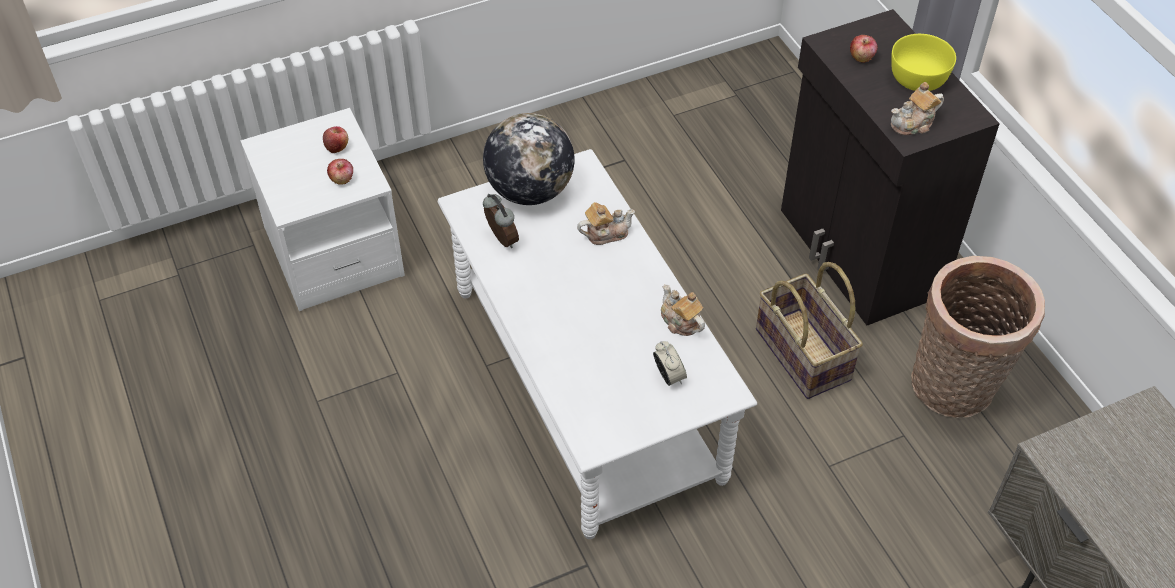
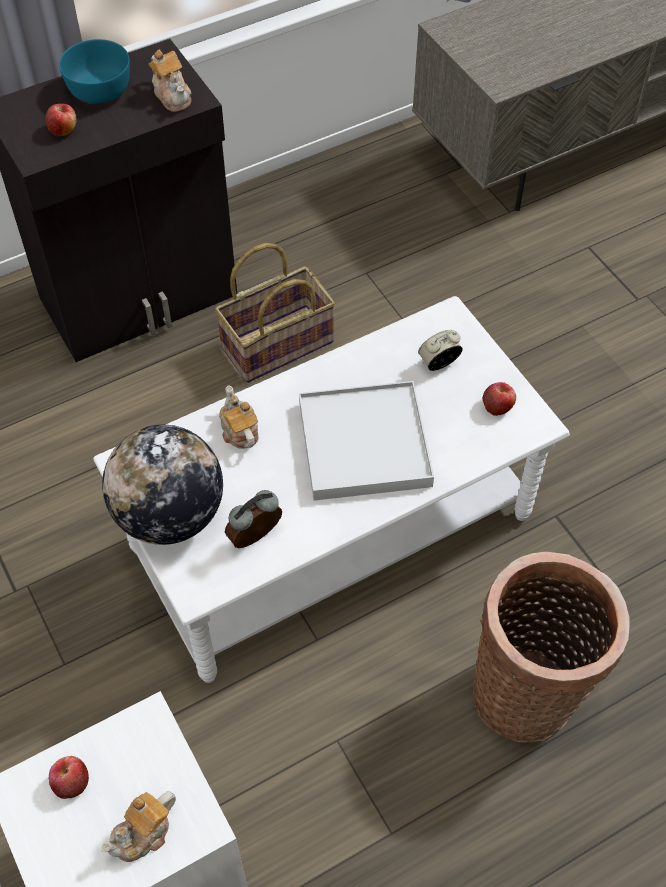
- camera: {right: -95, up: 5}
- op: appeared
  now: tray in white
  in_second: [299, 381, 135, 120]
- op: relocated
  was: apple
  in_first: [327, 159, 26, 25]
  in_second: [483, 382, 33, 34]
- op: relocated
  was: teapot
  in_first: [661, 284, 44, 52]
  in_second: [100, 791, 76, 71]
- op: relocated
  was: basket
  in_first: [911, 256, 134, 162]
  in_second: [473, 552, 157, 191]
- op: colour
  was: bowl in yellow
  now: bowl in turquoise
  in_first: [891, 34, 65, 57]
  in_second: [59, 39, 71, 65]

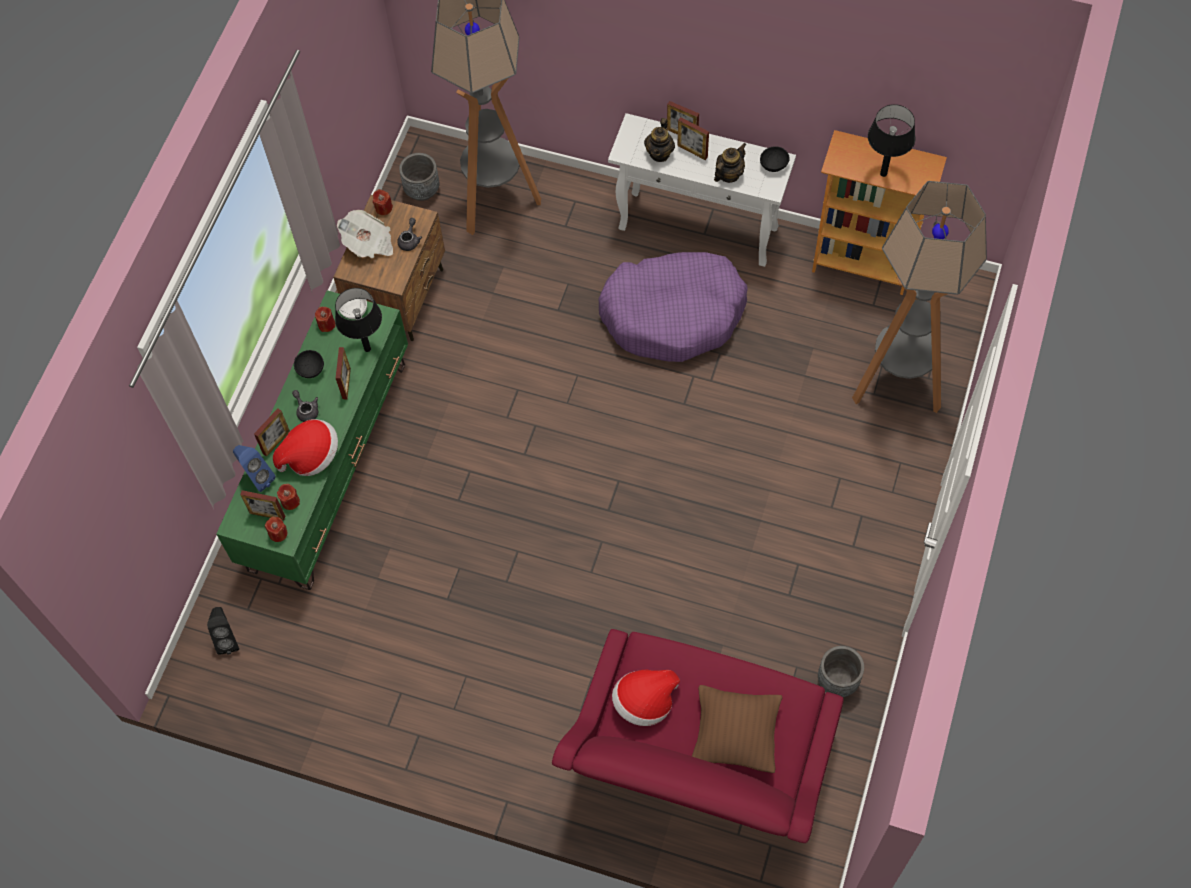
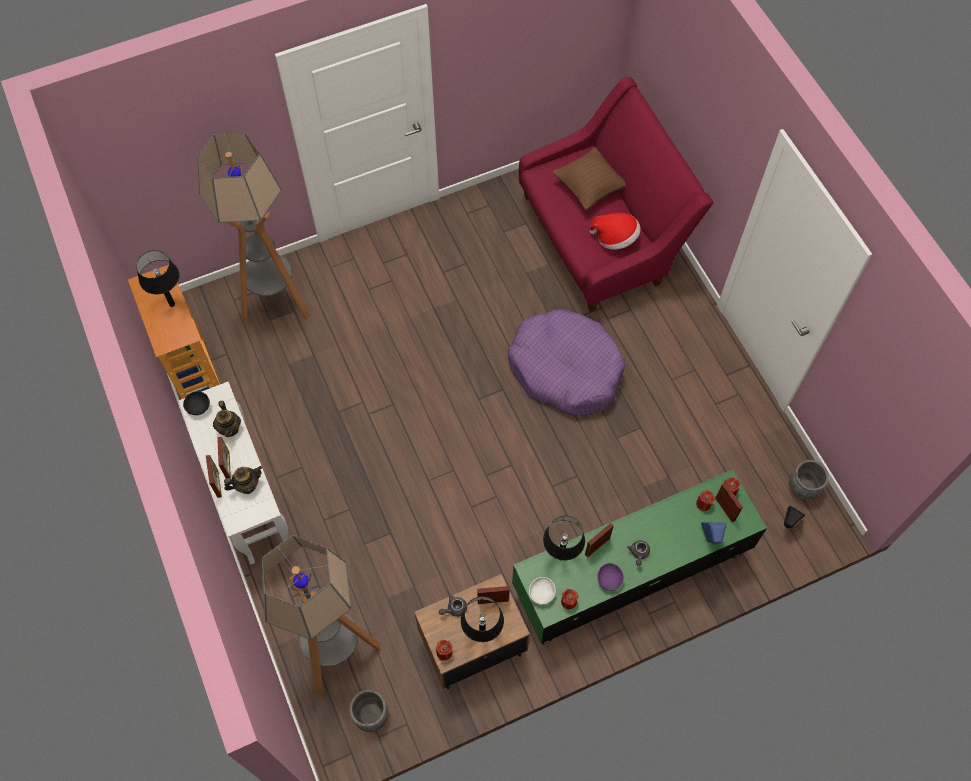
- camera: {right: -135, up: 0}
- op: missing
  was: hat
  in_first: [273, 419, 65, 57]
- op: relocated
  was: picture frame
  in_first: [254, 408, 36, 49]
  in_second: [477, 586, 32, 18]
- op: relocated
  was: dog bed in purple
  in_first: [598, 252, 150, 110]
  in_second: [508, 309, 118, 107]
- op: relocated
  was: planter in grey
  in_first: [818, 646, 46, 51]
  in_second: [789, 460, 40, 40]
- op: exchanged
  was: newspaper
  now: table lamp in black
  in_first: [337, 210, 56, 49]
  in_second: [461, 596, 43, 46]
- op: colour
  was: bowl in black
  now: bowl in purple
  in_first: [294, 350, 30, 28]
  in_second: [597, 563, 27, 28]
- op: spun
  was: teapot
  in_first: [714, 143, 33, 40]
  in_second: [213, 401, 28, 36]
  clockwise: -105

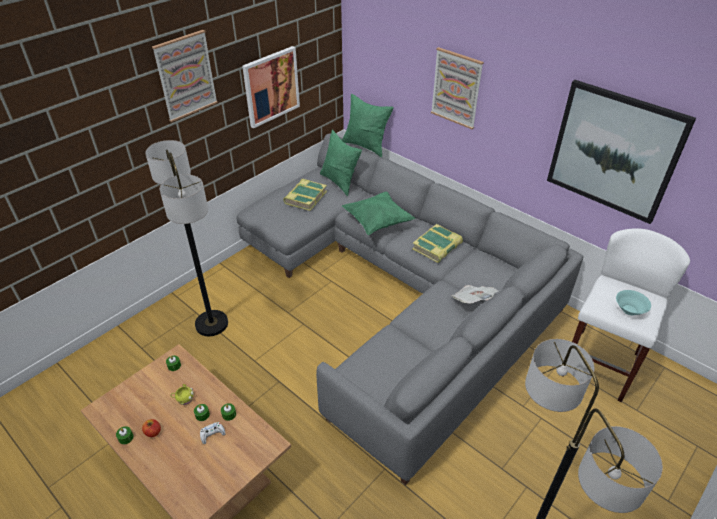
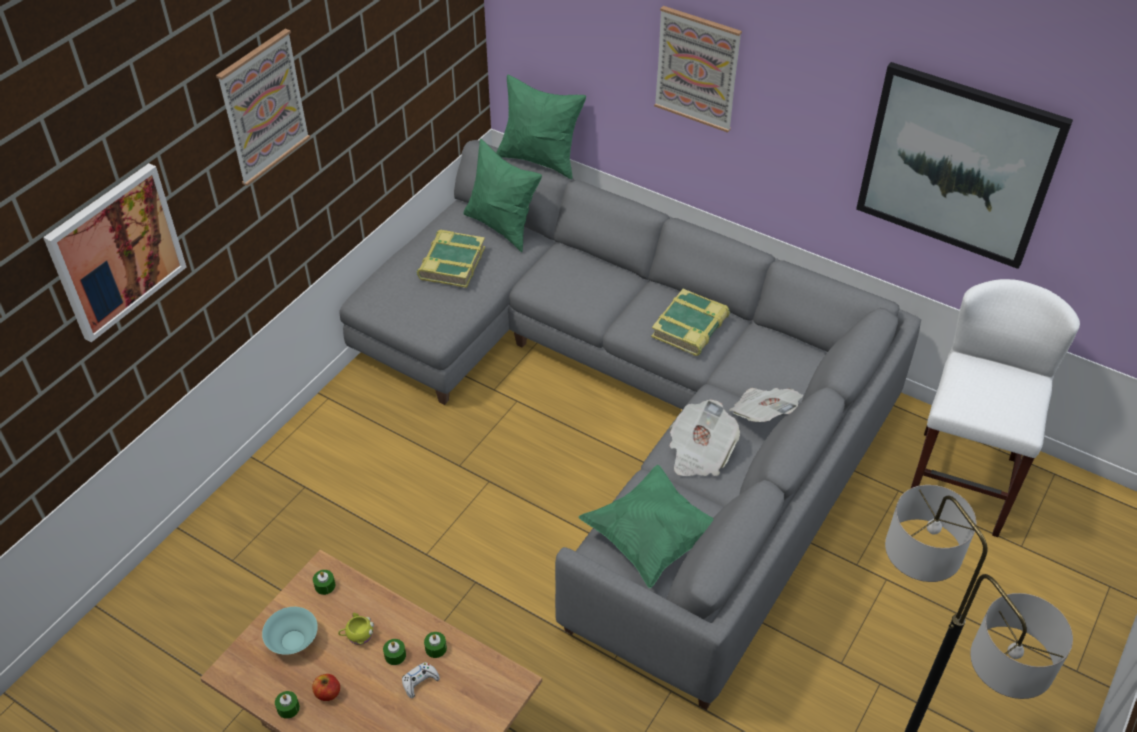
- camera: {right: -10, up: 5}
- op: missing
  was: floor lamp
  in_first: [145, 140, 83, 196]
- op: appeared
  now: newspaper
  in_second: [669, 400, 71, 76]
- op: relocated
  was: picture
  in_first: [242, 46, 58, 82]
  in_second: [43, 163, 144, 179]
- op: relocated
  was: pillow in green
  in_first: [342, 191, 74, 44]
  in_second: [579, 465, 135, 123]
- op: relocated
  was: bowl in turquoise
  in_first: [616, 290, 35, 25]
  in_second: [262, 607, 56, 48]

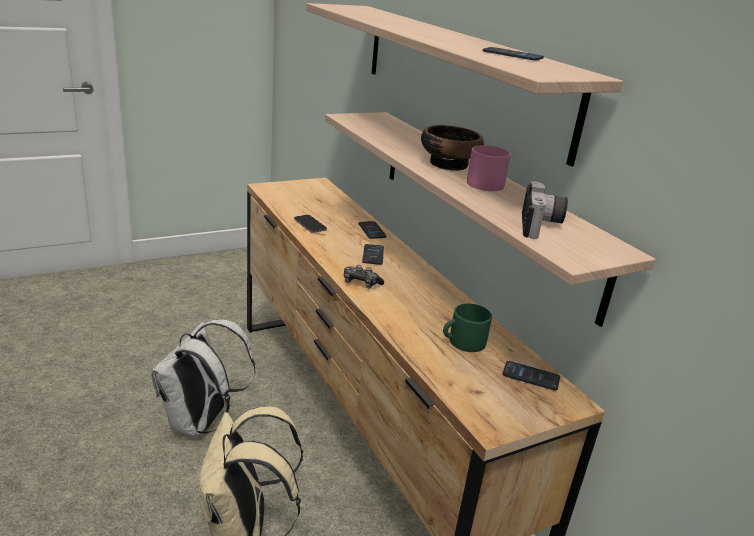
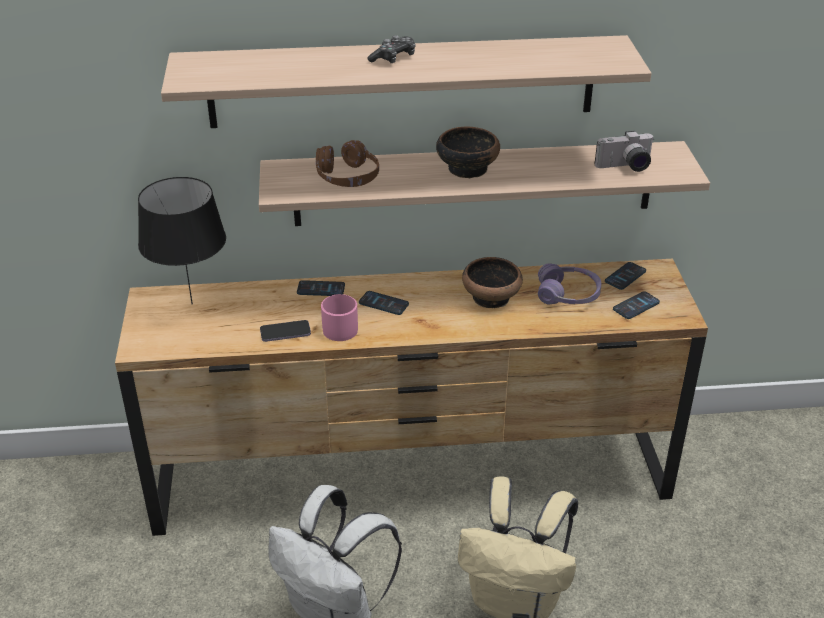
- camera: {right: -65, up: 10}
- op: appeared
  now: table lamp in black
  in_second: [138, 177, 88, 127]
- op: appeared
  now: headphones in brown
  in_second: [316, 140, 63, 47]
- op: appeared
  now: bowl
  in_second: [462, 257, 61, 51]
- op: relocated
  was: game controller
  in_first: [344, 265, 40, 23]
  in_second: [367, 35, 49, 28]
- op: relocated
  was: mug in pink
  in_first: [467, 145, 44, 46]
  in_second: [321, 294, 37, 47]
- op: relocated
  was: phone
  in_first: [483, 47, 61, 14]
  in_second: [613, 291, 47, 28]
- op: exchanged
  was: mug in green
  now: headphones in purple
  in_first: [443, 304, 49, 48]
  in_second: [538, 263, 63, 41]
- op: spun
  was: photo camera
  in_first: [522, 182, 46, 57]
  in_second: [595, 131, 59, 41]
  clockwise: 135

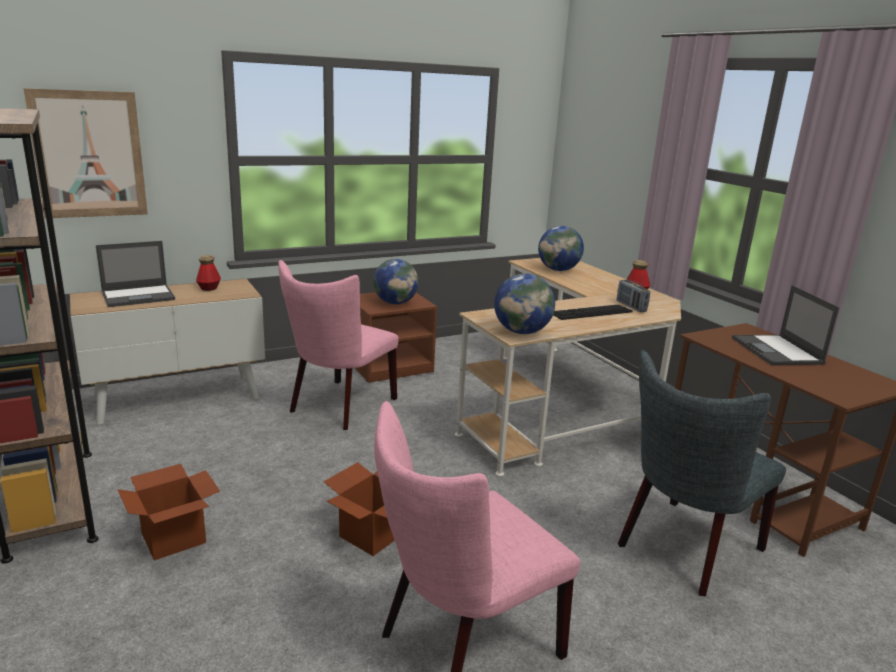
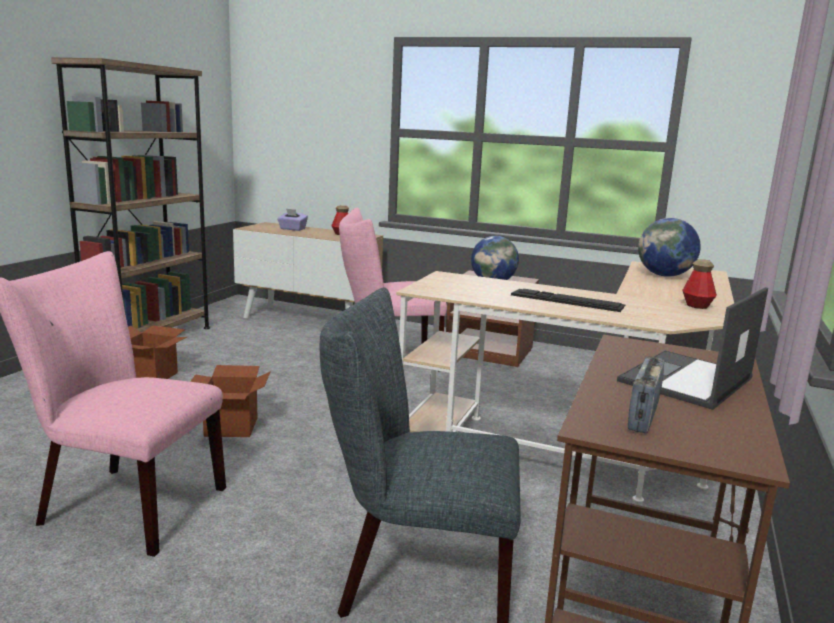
- camera: {right: 50, up: -5}
- op: missing
  was: picture
  in_first: [24, 88, 124, 131]
- op: missing
  was: globe
  in_first: [494, 273, 61, 61]
- op: relocated
  was: radio
  in_first: [617, 280, 33, 32]
  in_second: [628, 356, 37, 77]
- op: exchanged
  was: laptop
  now: tissue box in purple
  in_first: [96, 241, 79, 66]
  in_second: [277, 208, 31, 23]

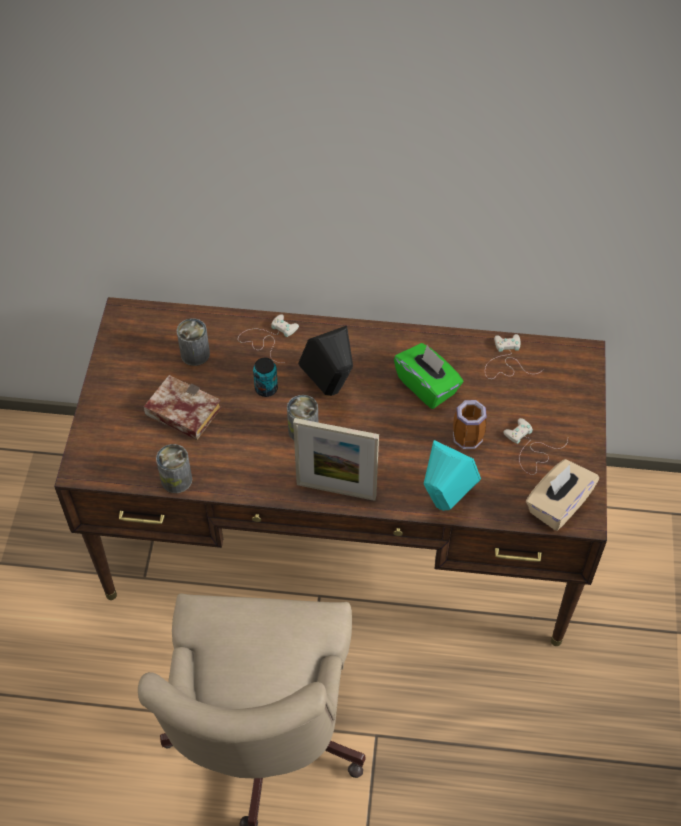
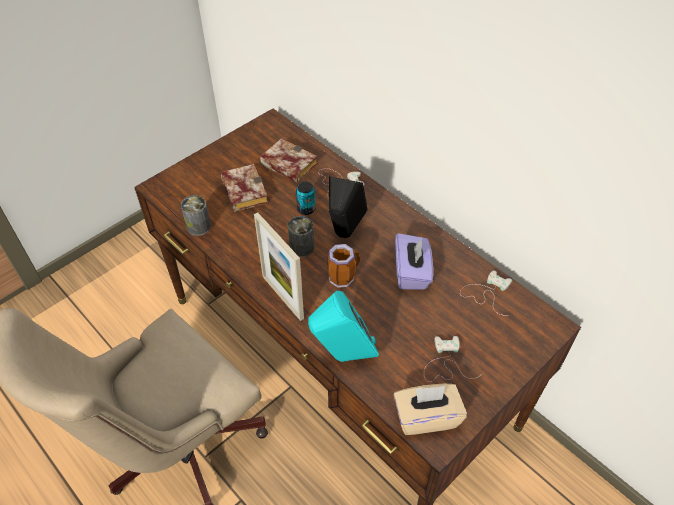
- camera: {right: 40, up: -5}
- op: relocated
  was: mug
  in_first: [453, 400, 34, 49]
  in_second: [328, 244, 32, 44]
- op: exchanged
  was: can
  now: book
  in_first: [177, 318, 33, 48]
  in_second: [260, 139, 57, 44]
- op: colour
  was: tissue box in green
  now: tissue box in purple
  in_first: [394, 343, 70, 66]
  in_second: [395, 233, 38, 56]

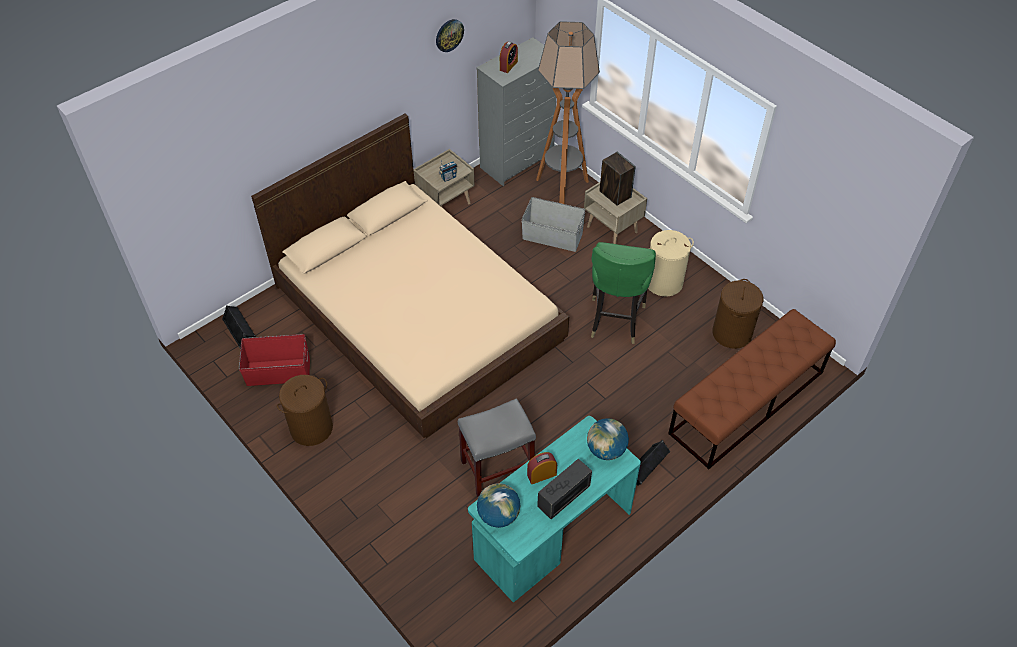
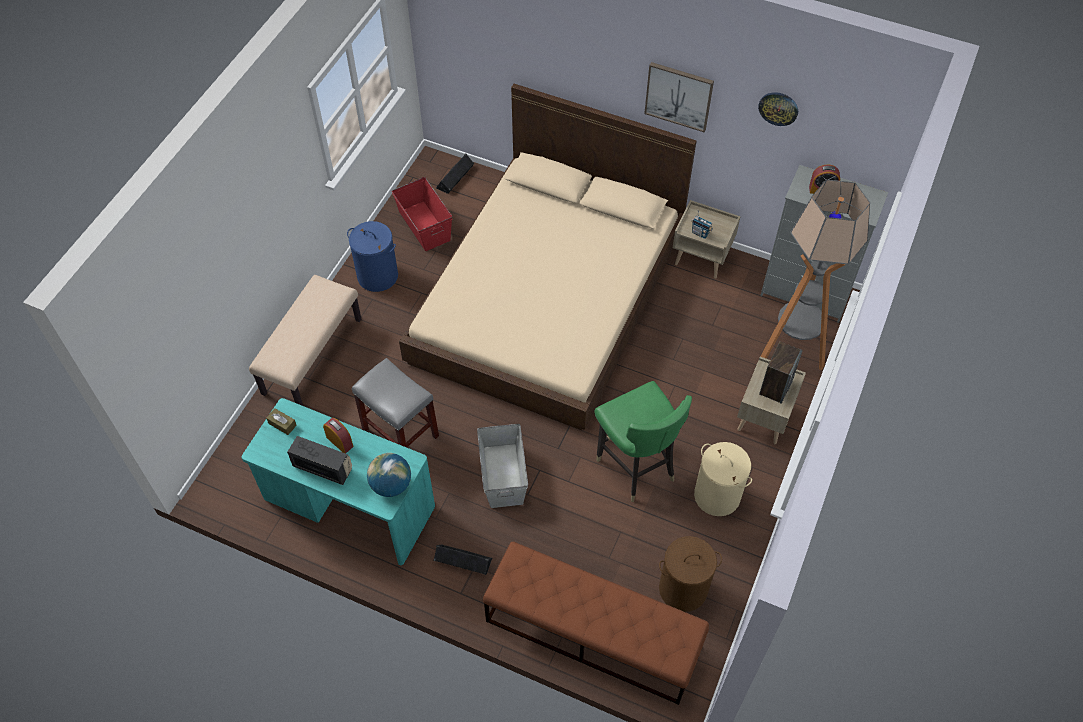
- camera: {right: 65, up: 5}
- op: appeared
  now: bench in beige
  in_second: [249, 275, 112, 131]
- op: appeared
  now: picture
  in_second: [644, 62, 70, 70]
- op: relocated
  was: storage box in grey
  in_first: [521, 197, 65, 55]
  in_second: [477, 424, 51, 84]
- op: exchanged
  was: globe
  now: tissue box in brown
  in_first: [477, 483, 43, 45]
  in_second: [266, 408, 31, 27]
- op: colour
  was: laundry basket in brown
  now: laundry basket in blue
  in_first: [277, 375, 56, 71]
  in_second: [347, 221, 51, 71]
- op: spun
  was: chair in green
  in_first: [591, 242, 65, 102]
  in_second: [594, 381, 98, 121]
  clockwise: -105

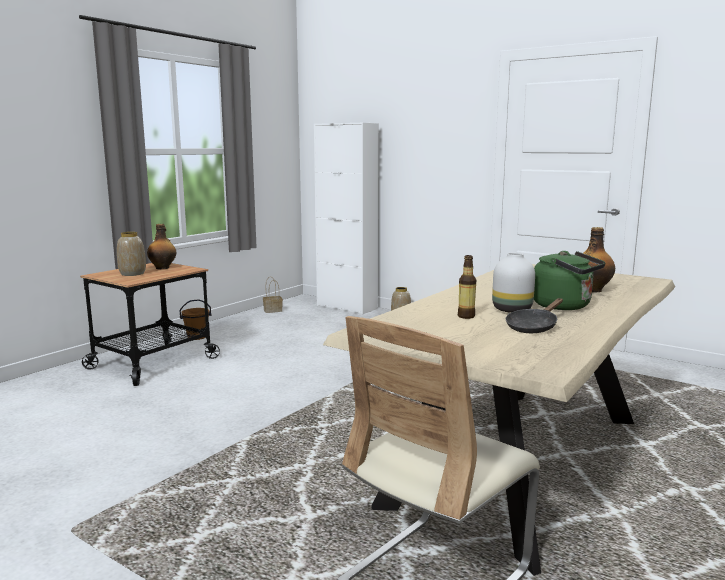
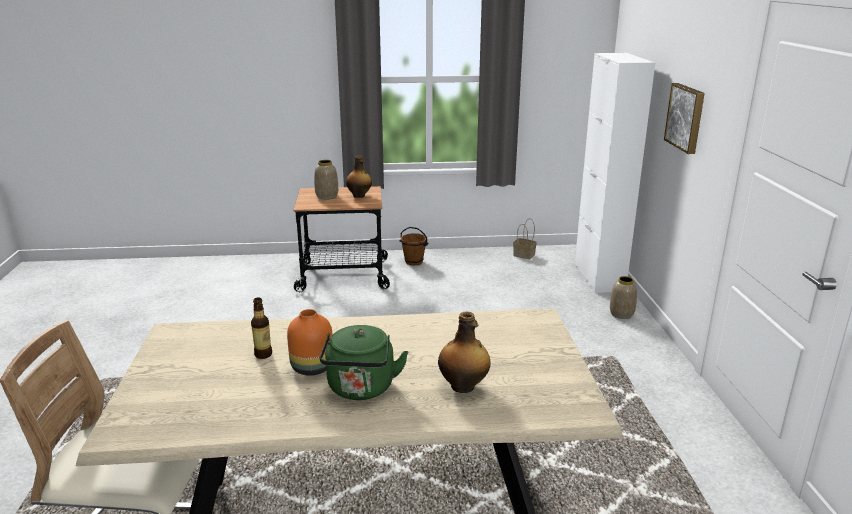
- camera: {right: 50, up: 10}
- op: missing
  was: frying pan in black
  in_first: [506, 298, 57, 35]
- op: appeared
  now: picture
  in_second: [664, 83, 41, 71]
- op: colour
  was: vase in white
  now: vase in orange
  in_first: [492, 253, 43, 60]
  in_second: [287, 309, 46, 67]

